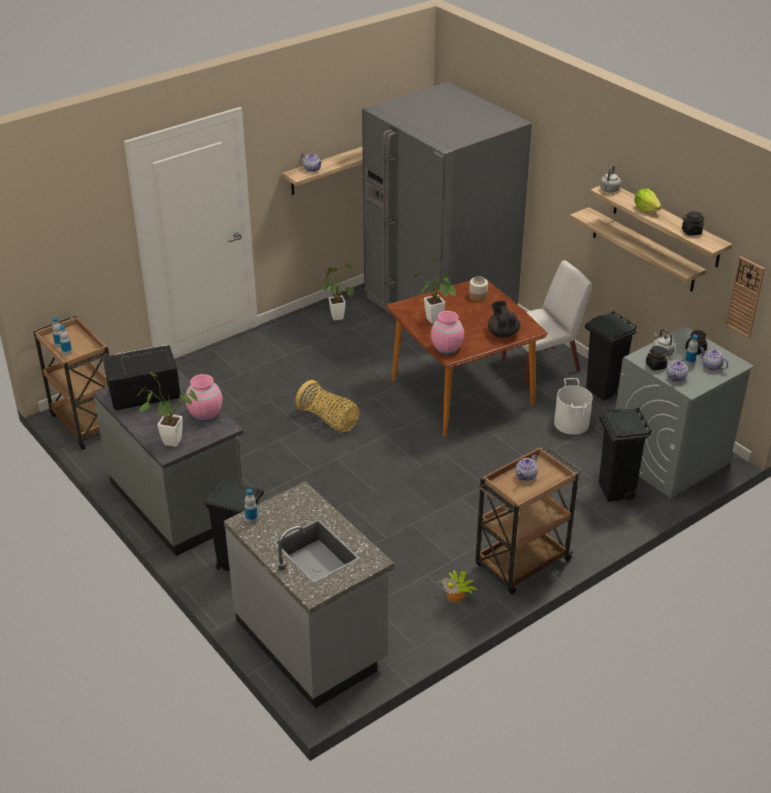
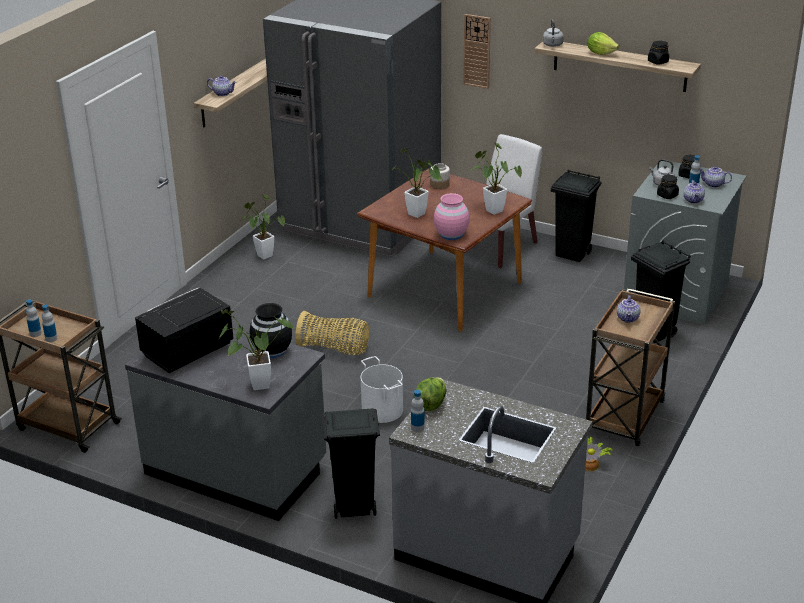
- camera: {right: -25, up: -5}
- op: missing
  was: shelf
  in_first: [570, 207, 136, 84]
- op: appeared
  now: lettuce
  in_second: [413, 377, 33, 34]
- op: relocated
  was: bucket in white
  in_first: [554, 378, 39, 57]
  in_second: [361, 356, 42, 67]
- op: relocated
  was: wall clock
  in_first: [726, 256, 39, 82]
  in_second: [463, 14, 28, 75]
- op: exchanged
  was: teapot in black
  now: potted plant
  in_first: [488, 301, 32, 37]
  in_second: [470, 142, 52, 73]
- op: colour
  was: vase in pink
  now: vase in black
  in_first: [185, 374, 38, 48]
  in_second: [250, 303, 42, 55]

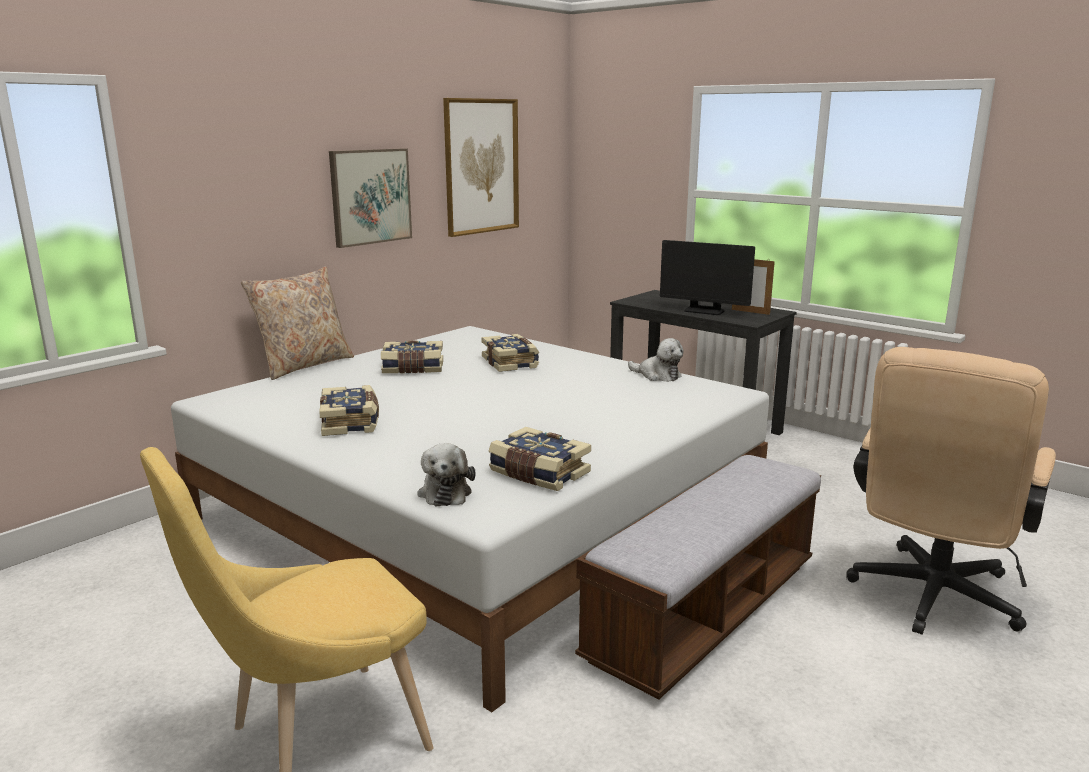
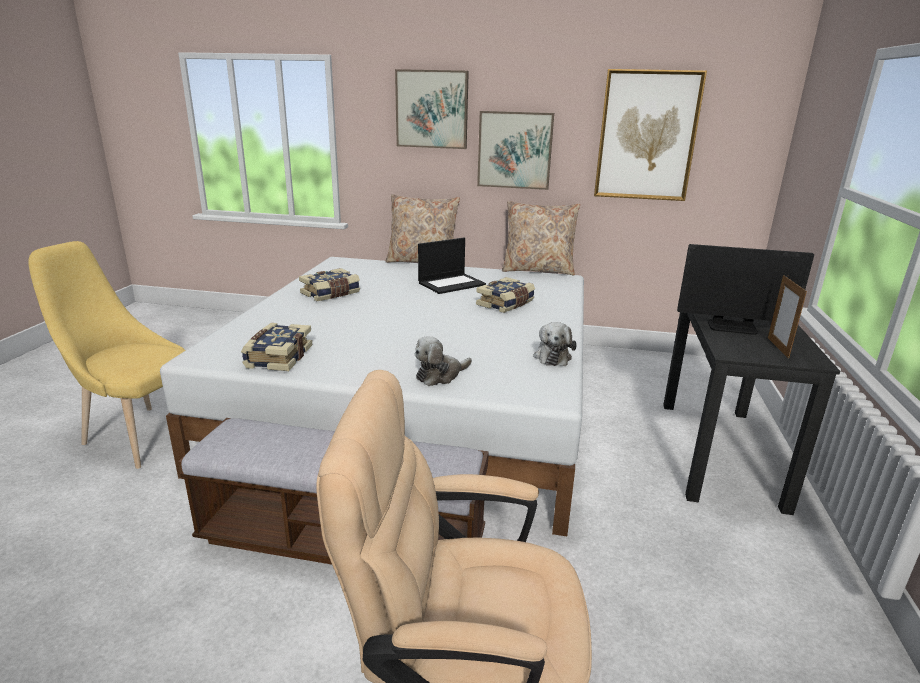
- camera: {right: 60, up: 5}
- op: appeared
  now: picture
  in_second: [395, 69, 74, 80]
- op: appeared
  now: pillow in beige
  in_second: [502, 201, 78, 75]
- op: relocated
  was: plush toy
  in_first: [417, 443, 59, 63]
  in_second: [414, 336, 58, 50]
- op: exchanged
  was: book
  now: laptop
  in_first: [381, 340, 62, 34]
  in_second: [418, 238, 68, 56]
- op: spun
  was: monitor
  in_first: [660, 240, 95, 75]
  in_second: [677, 244, 137, 91]
  clockwise: -75

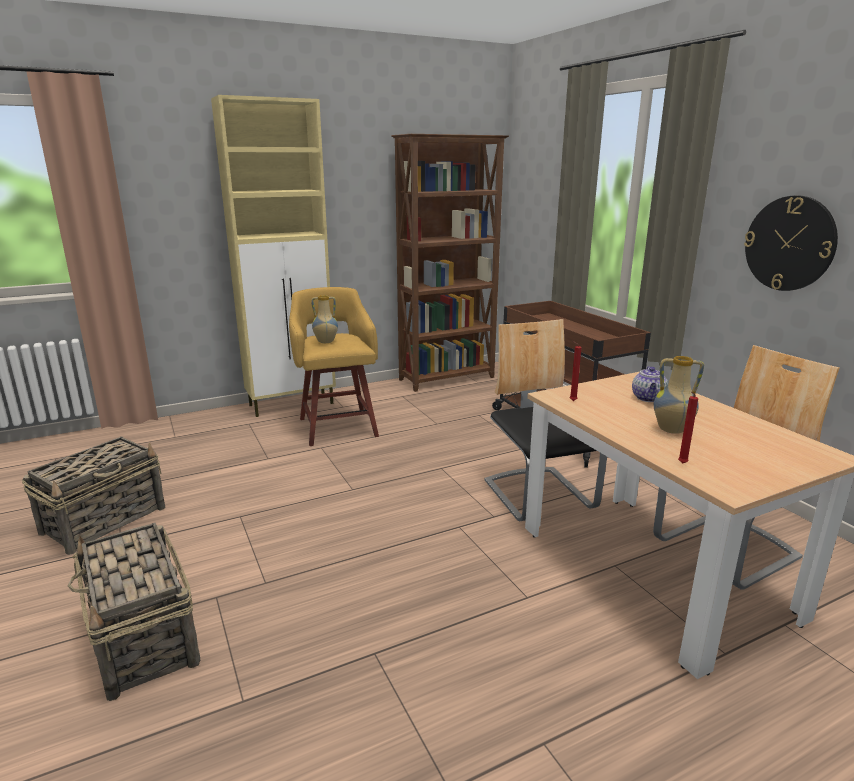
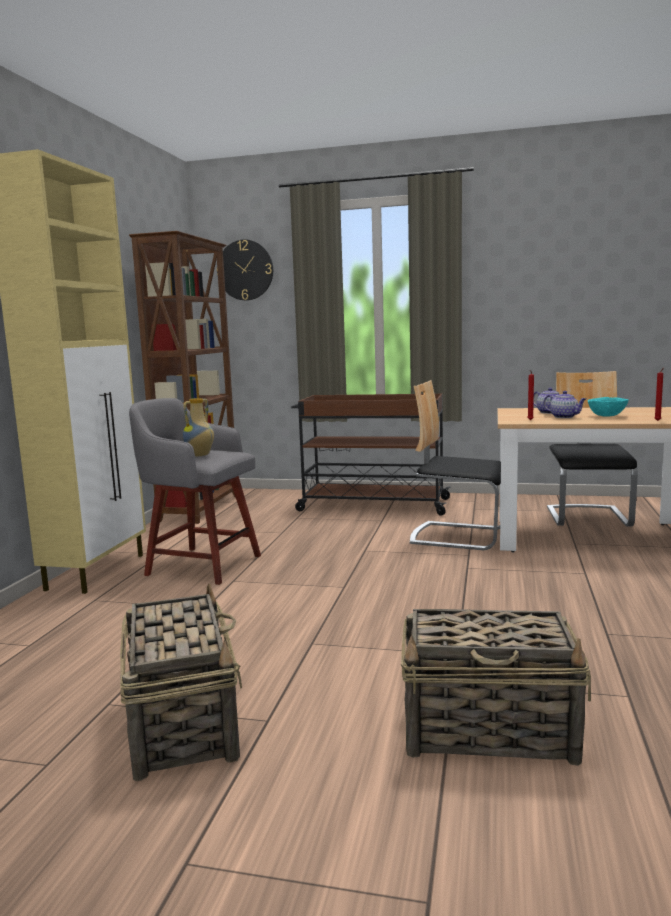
- camera: {right: -50, up: -10}
- op: appeared
  now: teapot
  in_second: [543, 391, 43, 27]
- op: relocated
  was: wall clock
  in_first: [744, 196, 94, 95]
  in_second: [217, 240, 56, 60]
- op: exchanged
  was: vase
  now: bowl in turquoise
  in_first: [654, 356, 50, 78]
  in_second: [588, 397, 40, 20]
- op: colour
  was: stool in yellow
  now: stool in grey
  in_first: [289, 287, 90, 159]
  in_second: [129, 398, 132, 187]

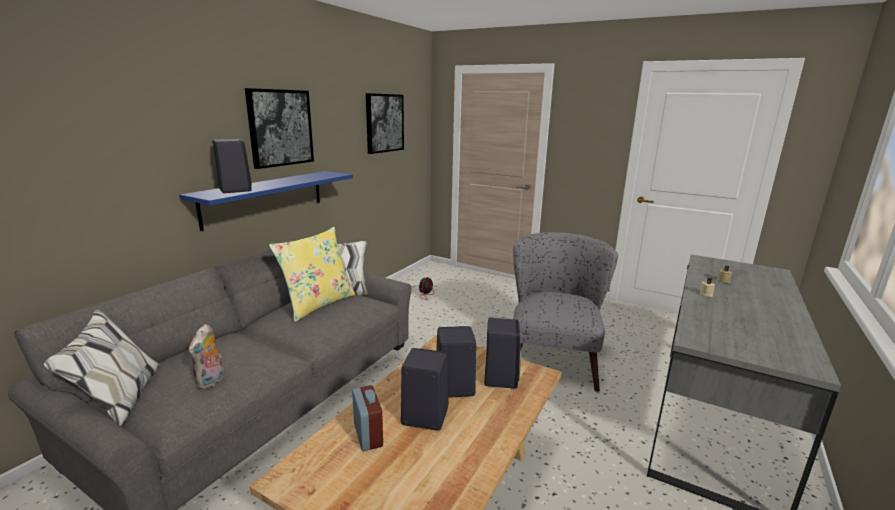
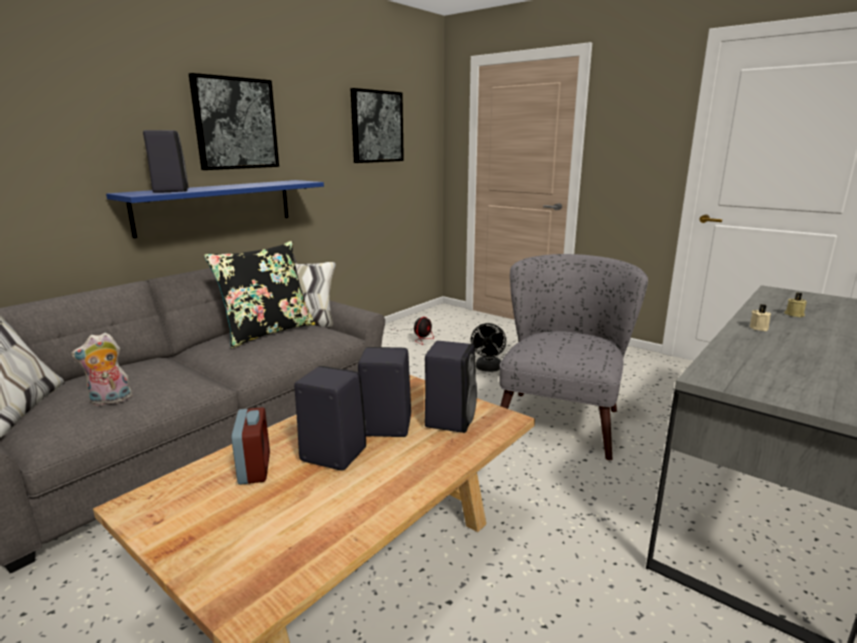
- camera: {right: 10, up: 0}
- op: appeared
  now: fan in black
  in_second: [471, 323, 35, 49]
- op: colour
  was: pillow in yellow
  now: pillow in black
  in_first: [269, 227, 87, 95]
  in_second: [204, 241, 111, 107]
- op: spun
  was: plush toy
  in_first: [188, 324, 37, 65]
  in_second: [71, 332, 61, 74]
  clockwise: 45

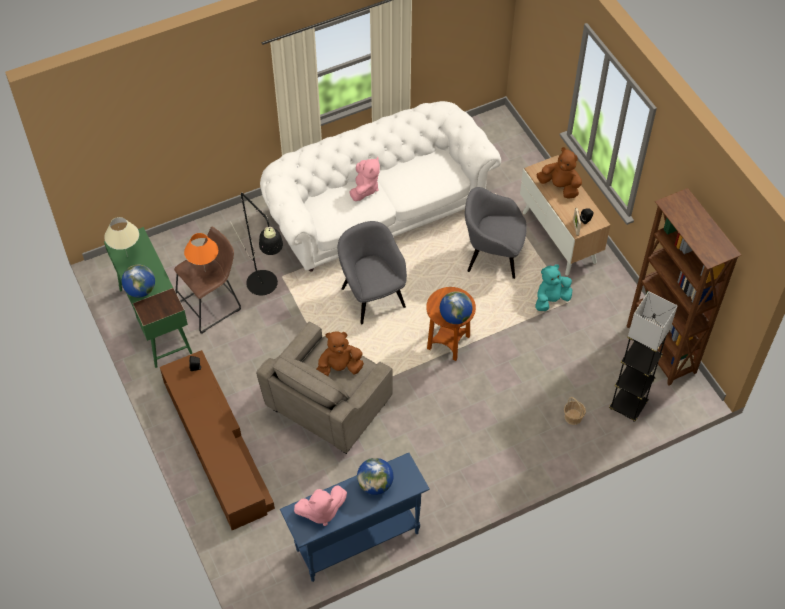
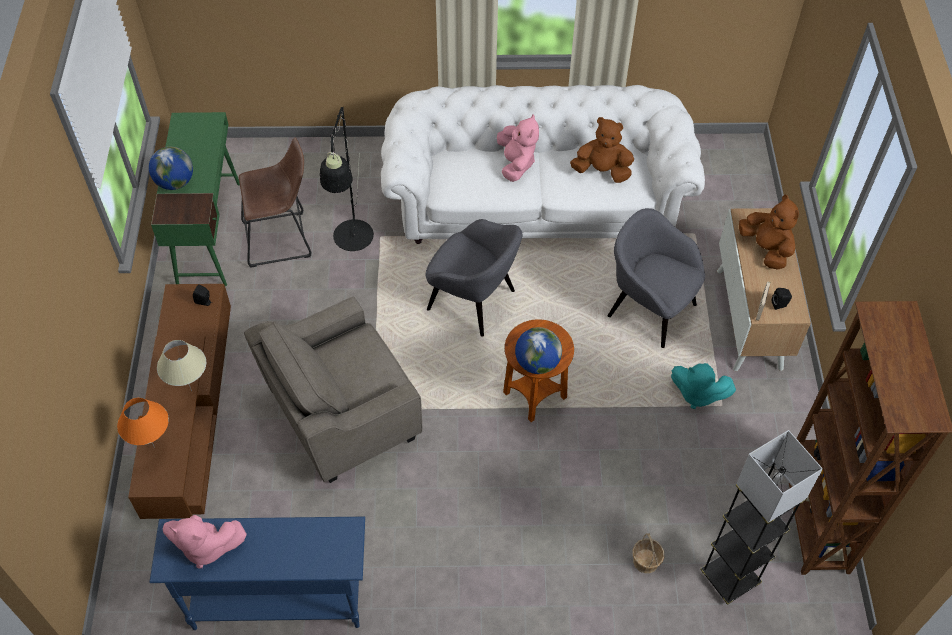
- camera: {right: 25, up: 0}
- op: missing
  was: globe
  in_first: [357, 458, 37, 37]
- op: relocated
  was: table lamp in beige
  in_first: [104, 217, 35, 40]
  in_second: [157, 340, 49, 51]
- op: relocated
  was: table lamp in orange
  in_first: [184, 233, 34, 36]
  in_second: [117, 398, 52, 50]
- op: relocated
  was: plush toy in brown
  in_first: [316, 331, 48, 45]
  in_second: [570, 117, 64, 66]
- op: spun
  was: armchair in grey
  in_first: [338, 221, 69, 103]
  in_second: [426, 219, 96, 117]
  clockwise: 120
- op: spun
  was: plush toy in pink
  in_first: [349, 157, 31, 44]
  in_second: [497, 115, 42, 67]
  clockwise: -45
- op: spun
  was: plush toy in turquoise
  in_first: [535, 264, 37, 47]
  in_second: [671, 363, 65, 46]
  clockwise: -150

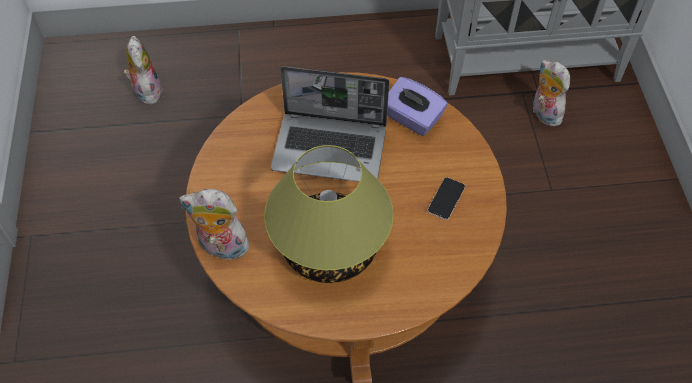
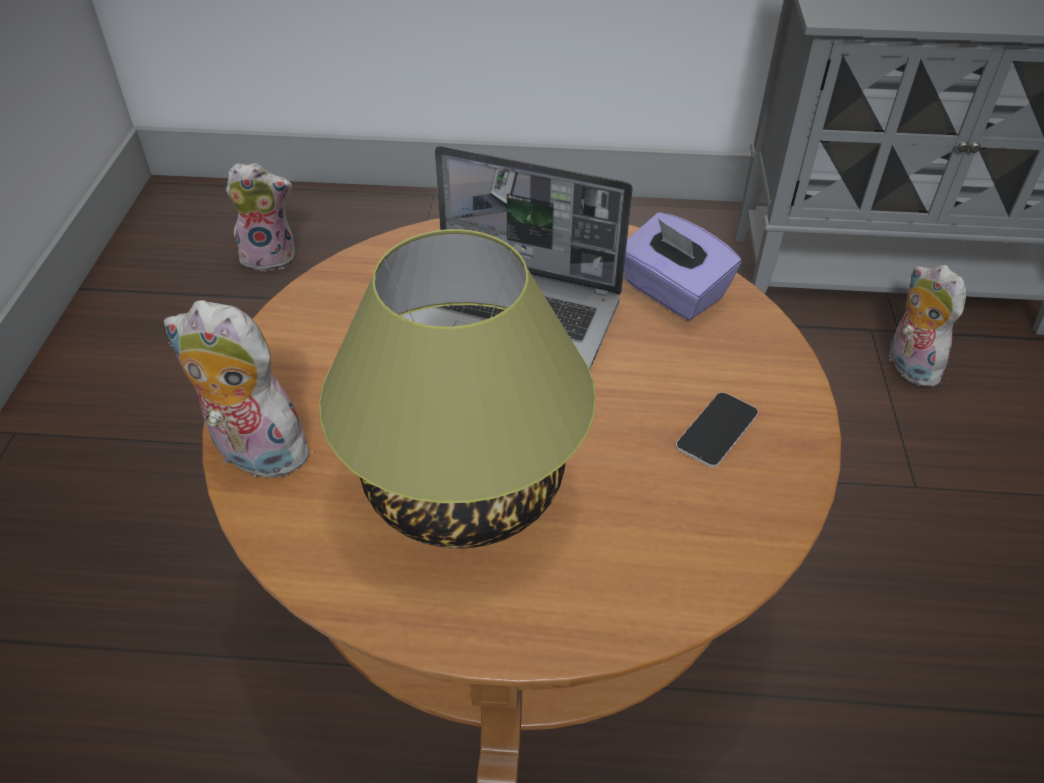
- camera: {right: 10, up: -10}
- op: spun
  was: plush toy
  in_first: [123, 36, 40, 68]
  in_second: [226, 163, 69, 109]
  clockwise: 90

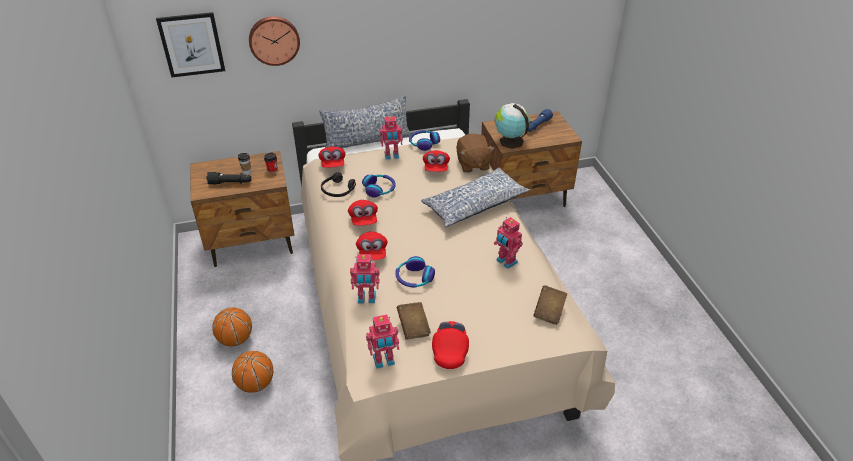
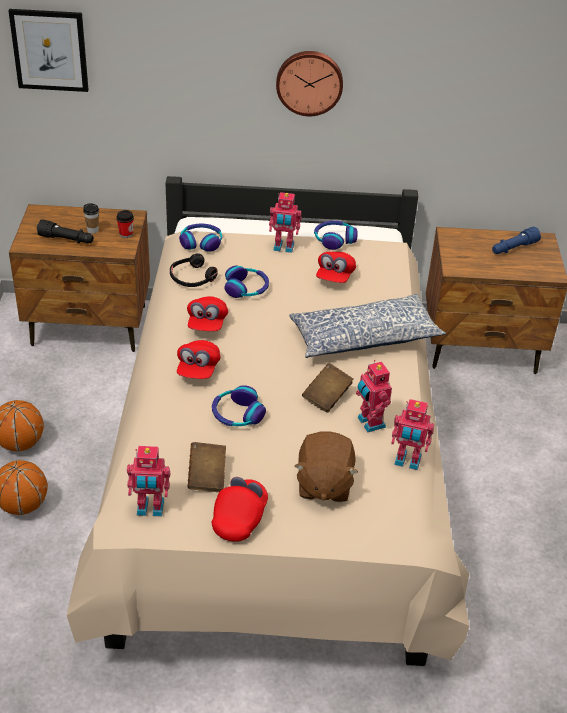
- camera: {right: 15, up: 0}
- op: missing
  was: pillow
  in_first: [319, 95, 92, 54]
- op: missing
  was: globe
  in_first: [495, 103, 34, 46]
- op: relocated
  was: wall clock
  in_first: [249, 16, 51, 50]
  in_second: [276, 51, 67, 65]
- op: relocated
  was: toy robot
  in_first: [350, 254, 30, 49]
  in_second: [391, 399, 43, 71]
- op: relocated
  was: plush toy in brown
  in_first: [456, 134, 39, 39]
  in_second: [295, 431, 63, 71]
- op: relocated
  was: book in brown
  in_first: [533, 285, 34, 40]
  in_second: [302, 363, 52, 50]
- op: exchanged
  was: cap in red
  now: headphones
  in_first: [318, 147, 28, 21]
  in_second: [179, 223, 43, 29]

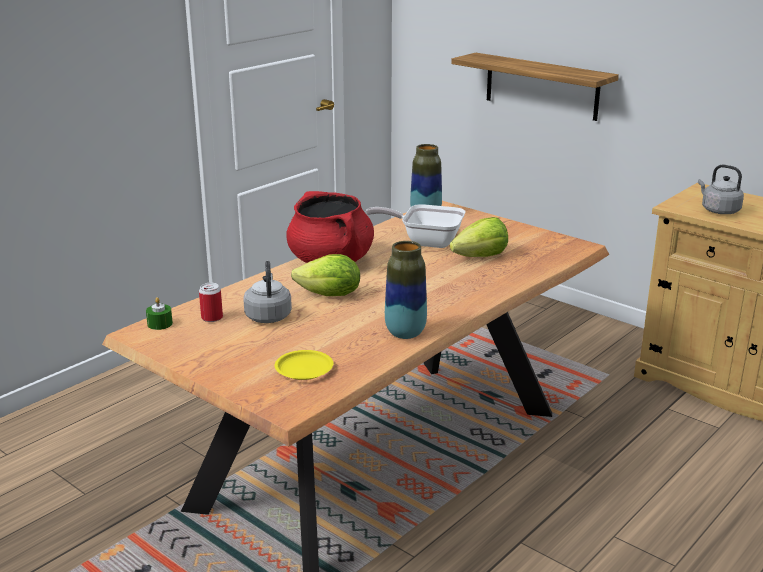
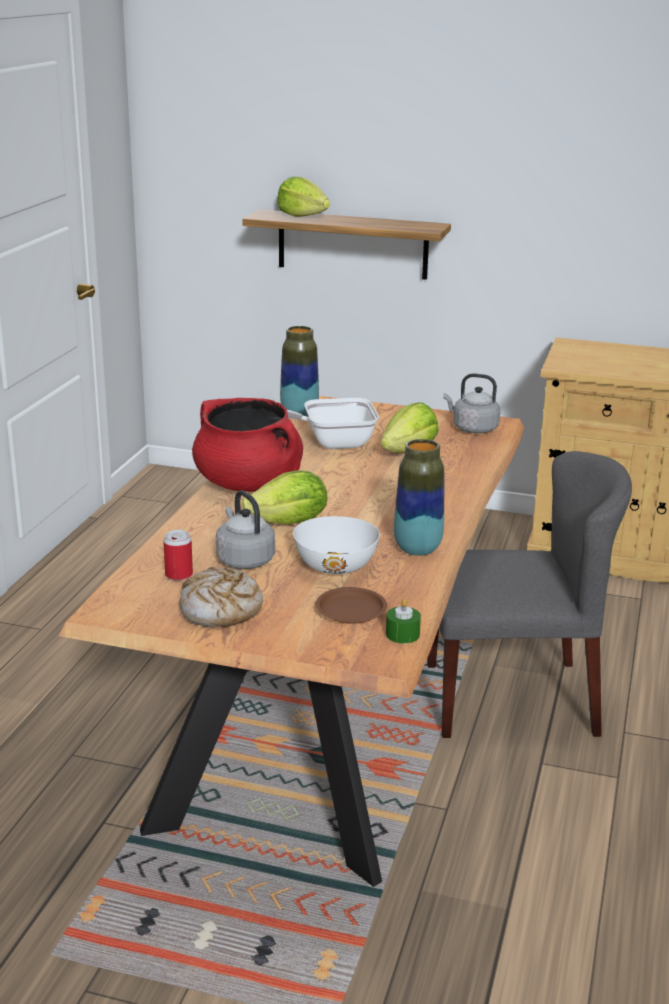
- camera: {right: -25, up: 0}
- op: appeared
  now: bread
  in_second: [180, 567, 83, 61]
- op: appeared
  now: lettuce
  in_second: [277, 177, 53, 40]
- op: appeared
  now: bowl in white
  in_second: [293, 516, 87, 58]
- op: appeared
  now: chair in grey
  in_second: [427, 451, 205, 287]
- op: relocated
  was: candle in green
  in_first: [146, 297, 27, 33]
  in_second: [386, 598, 35, 45]
- op: relocated
  was: kettle in grey
  in_first: [698, 164, 46, 50]
  in_second: [444, 374, 56, 59]
- op: colour
  was: plate in yellow
  now: plate in brown
  in_first: [275, 350, 58, 30]
  in_second: [316, 587, 71, 37]

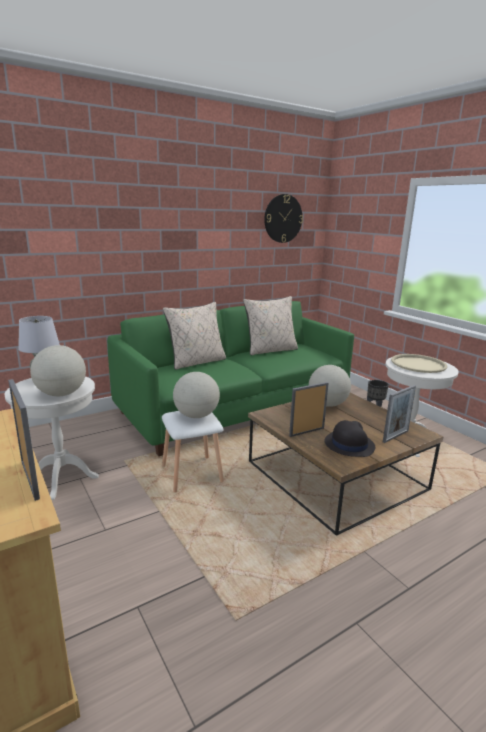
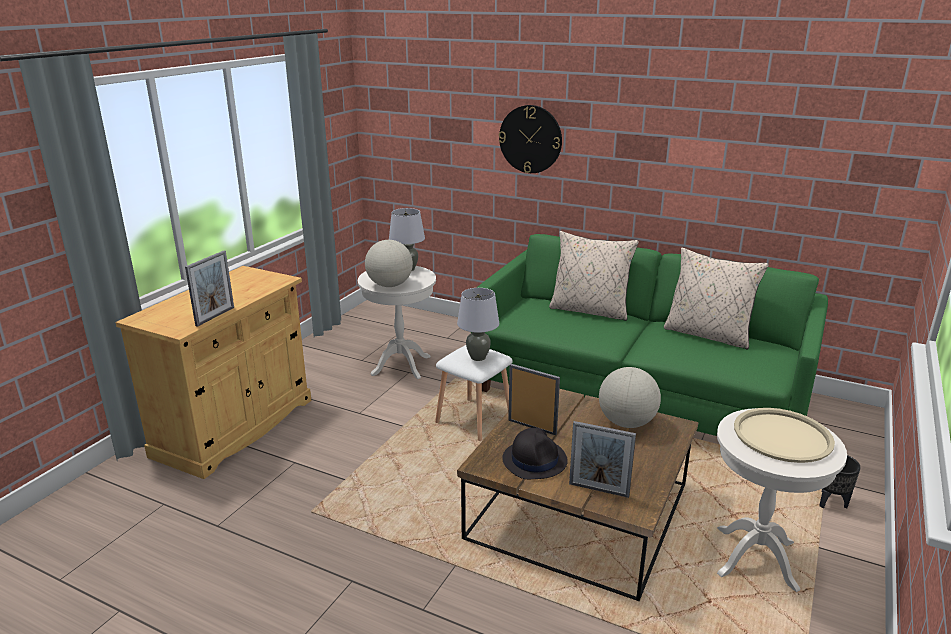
- camera: {right: 60, up: 5}
- op: relocated
  was: wall clock
  in_first: [264, 194, 39, 49]
  in_second: [499, 105, 63, 68]
- op: exchanged
  was: globe
  now: table lamp in grey
  in_first: [173, 372, 47, 46]
  in_second: [457, 288, 42, 73]

